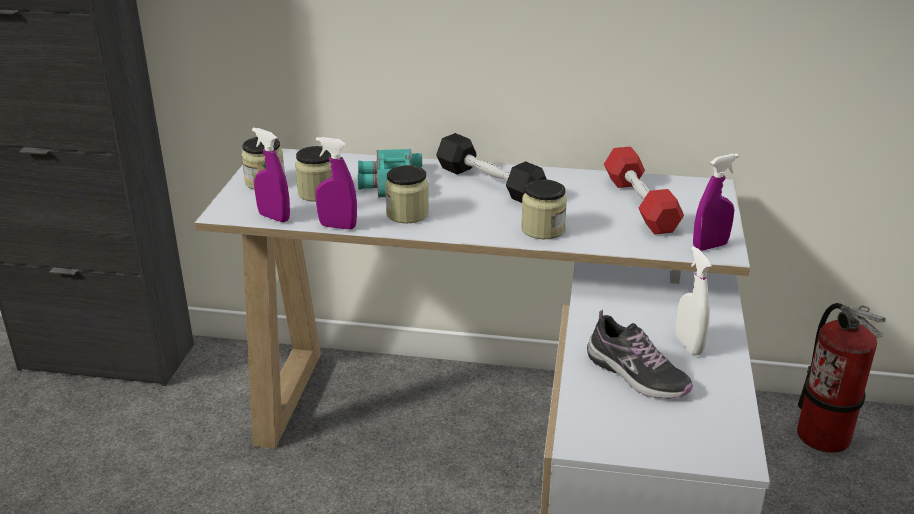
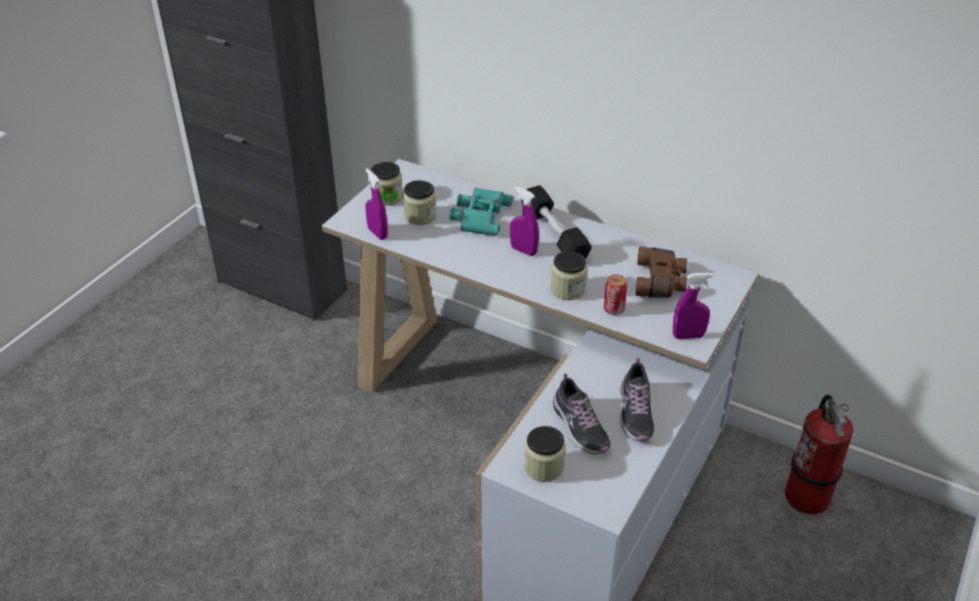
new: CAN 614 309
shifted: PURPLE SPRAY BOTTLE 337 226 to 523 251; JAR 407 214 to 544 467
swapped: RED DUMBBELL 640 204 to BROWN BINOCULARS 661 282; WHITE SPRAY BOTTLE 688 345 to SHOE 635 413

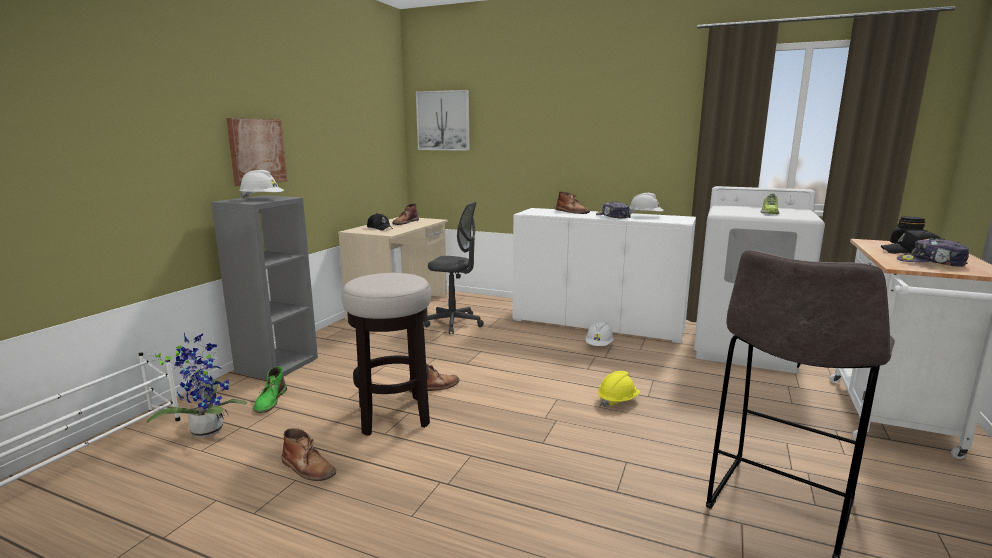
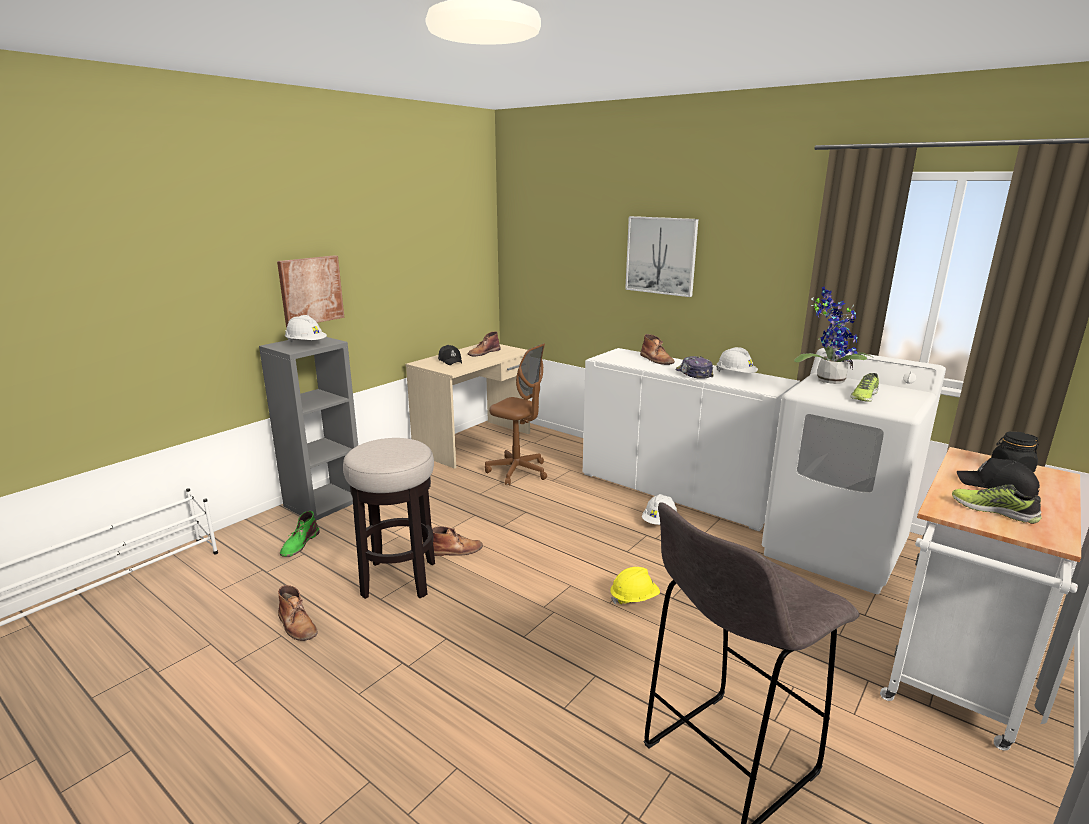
shifted: PICTURE 443 121 to 661 255; POTTED PLANT 206 430 to 827 380
swapped: CAP 931 263 to SHOE 993 510
repainted: GREY OFFICE CHAIR 454 323 to BROWN OFFICE CHAIR 518 471

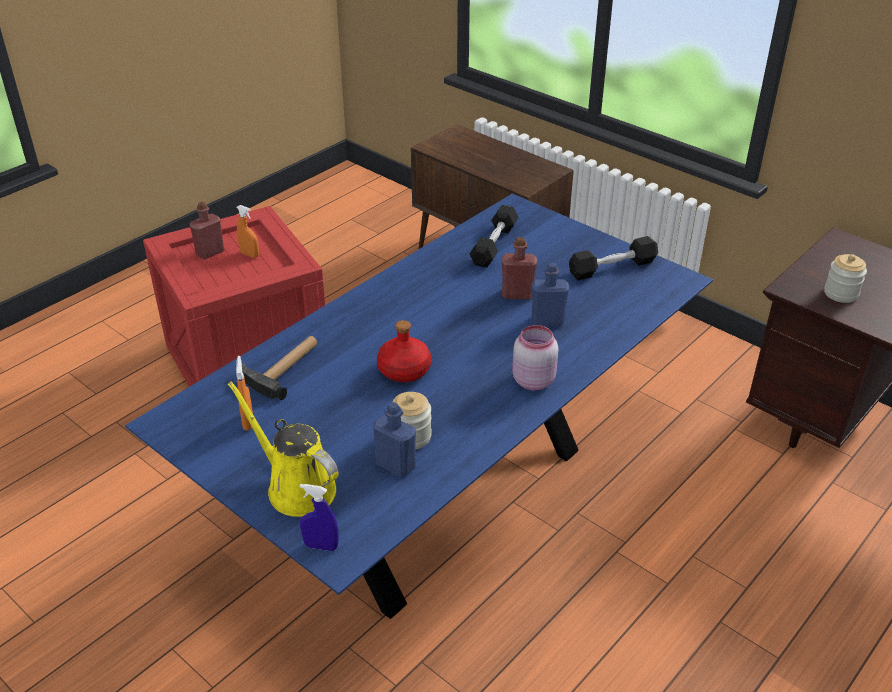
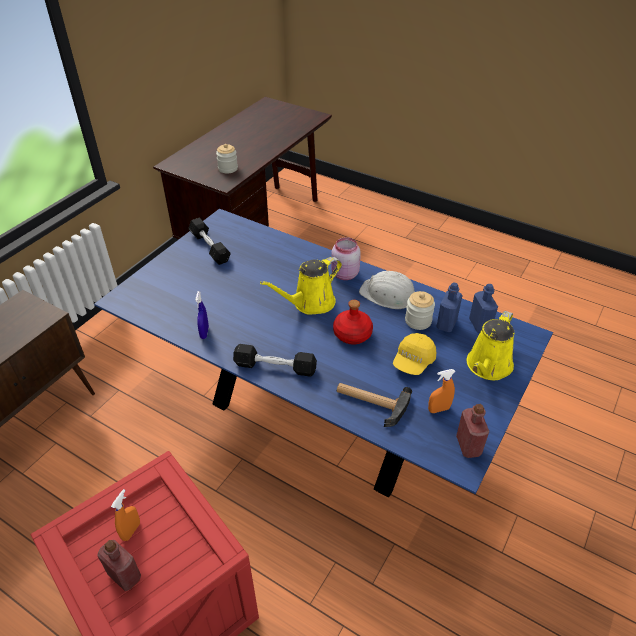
new: YELLOW WATERING CAN 310 303; WHITE HARD HAT 388 295; YELLOW CAP 413 361
shifted: BLACK DUMBBELL 494 245 to 275 367; RED BOTTLE 517 294 to 468 446; BLUE BOTTLE 547 321 to 479 325; BLUE SPRAY BOTTLE 321 546 to 204 333

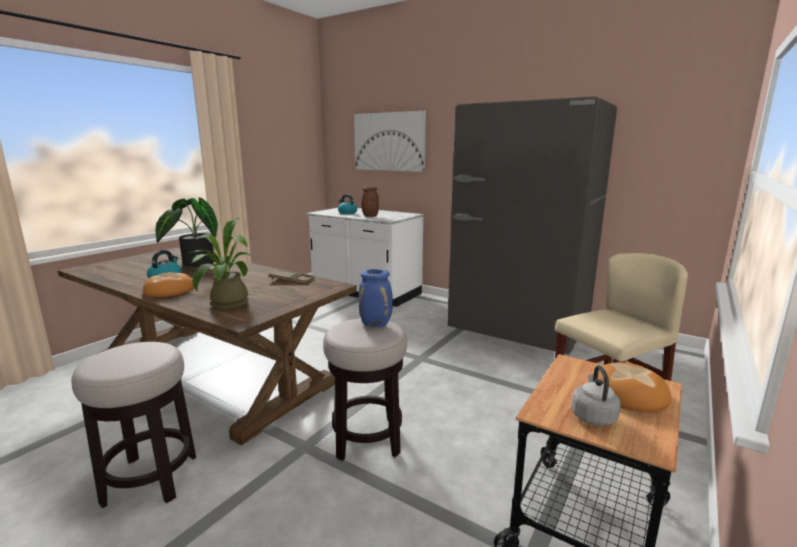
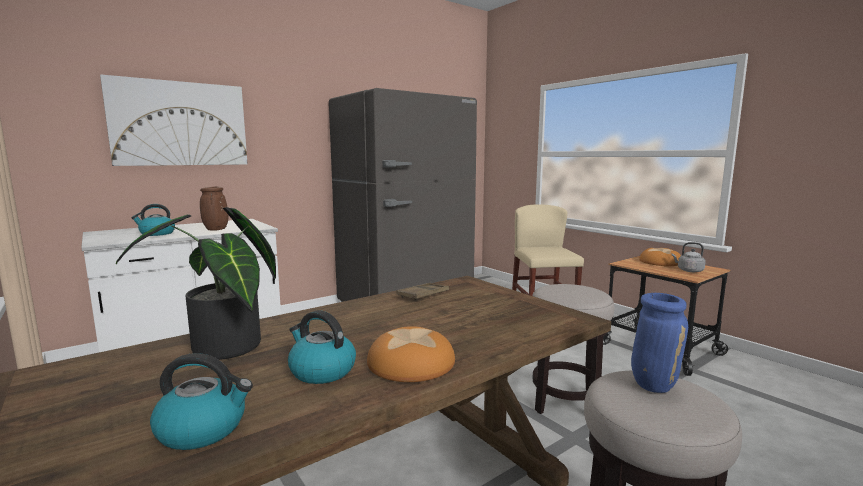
gone: POTTED PLANT 226 306
new: KETTLE 204 429
shifted: BLUE VASE 376 324 to 653 384

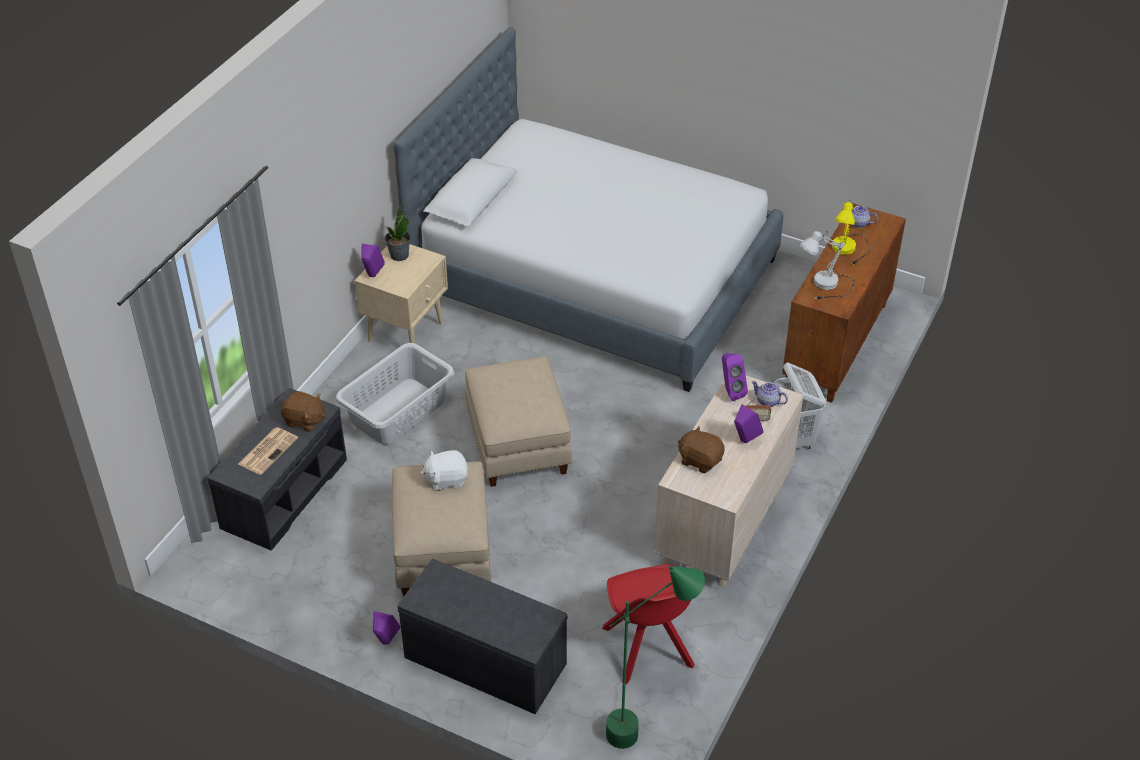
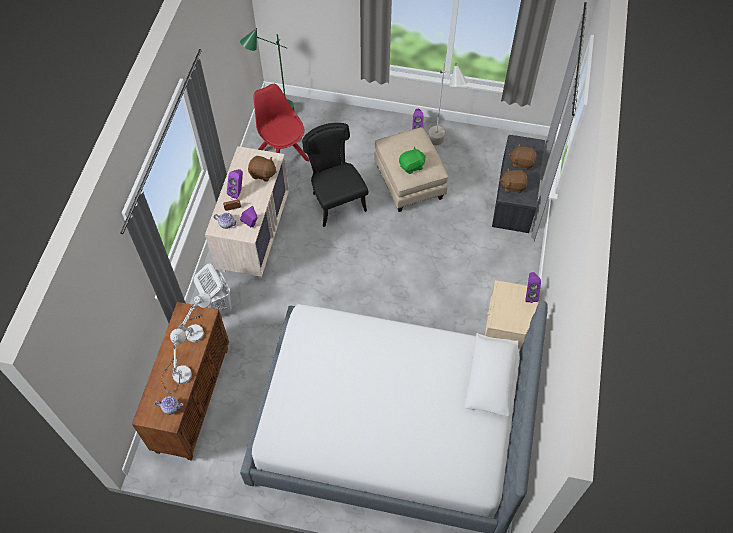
gone: POTTED PLANT 399 255; GREY LAUNDRY BASKET 397 411; BEIGE OTTOMAN 517 444; GREY BENCH 483 661
new: GREY FLOOR LAMP 441 149; BLACK CHAIR 336 201
swapped: NEWSPAPER 268 450 to BROWN PLUSH TOY 522 162
repainted: YELLOW TABLE LAMP 849 252 to WHITE TABLE LAMP 178 371; WHITE PLUSH TOY 446 479 to GREEN PLUSH TOY 412 166

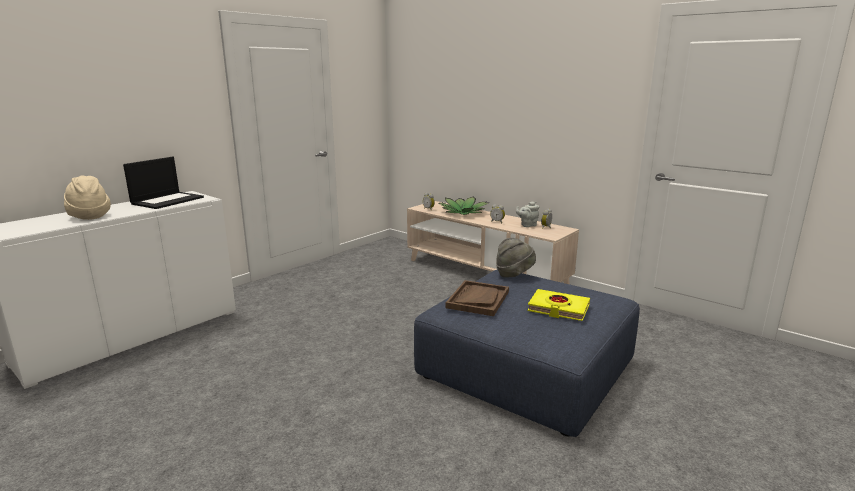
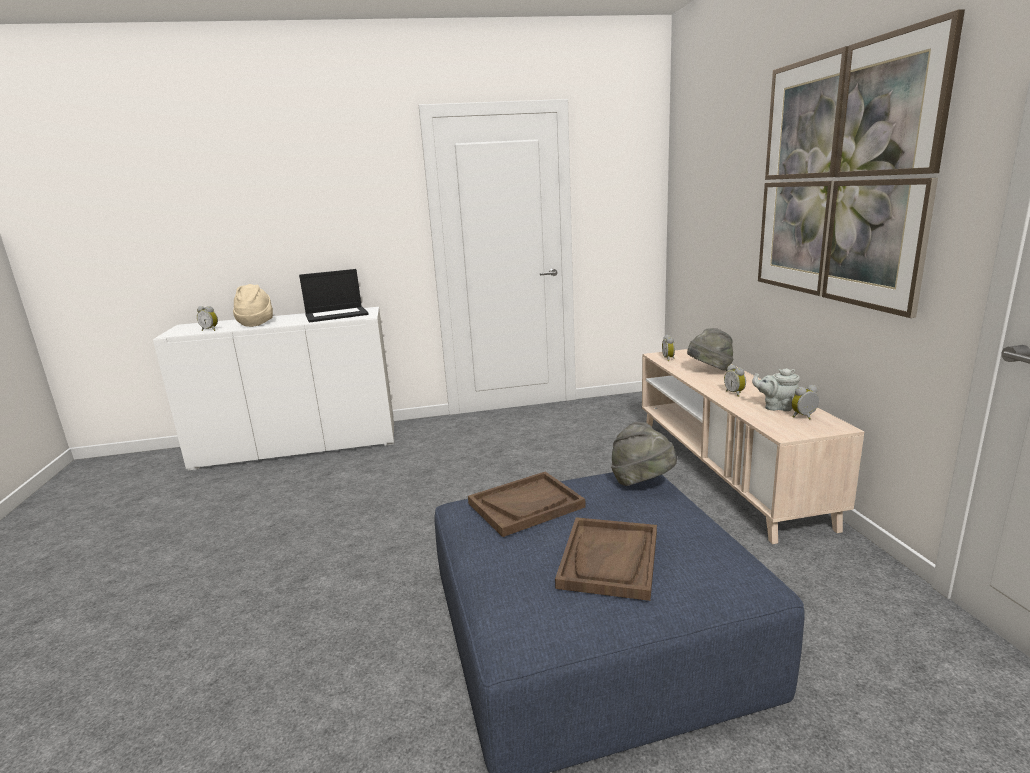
new: PICTURE 839 178; ALARM CLOCK 210 330
swapped: POTTED PLANT 463 212 to GREY HAT 709 370; YELLOW BOOK 558 309 to BROWN TRAY 609 560

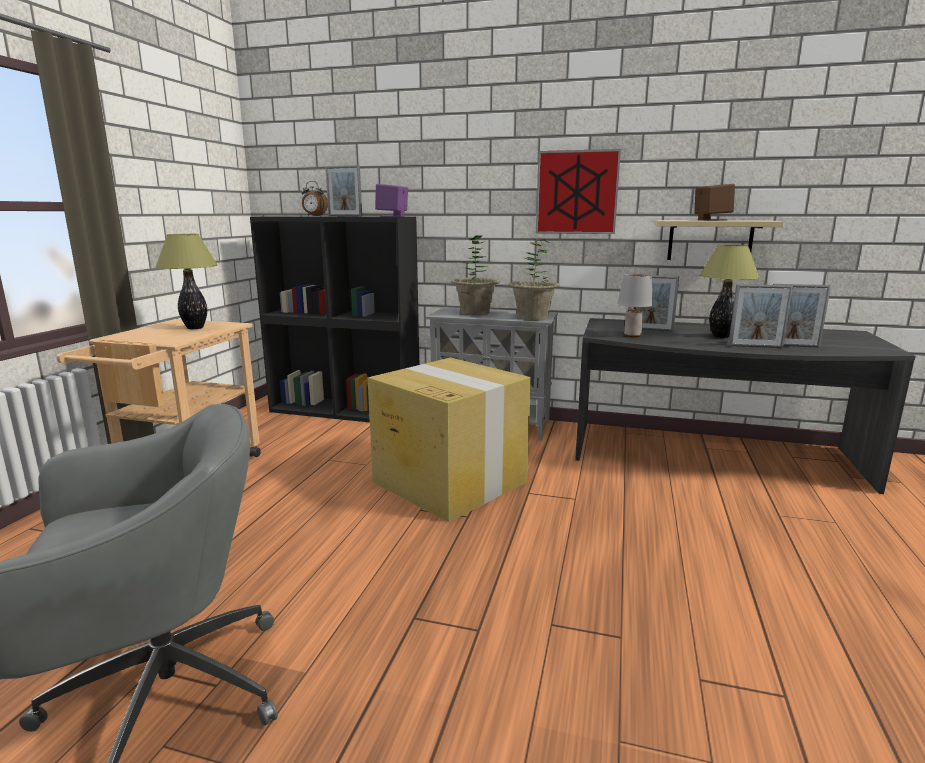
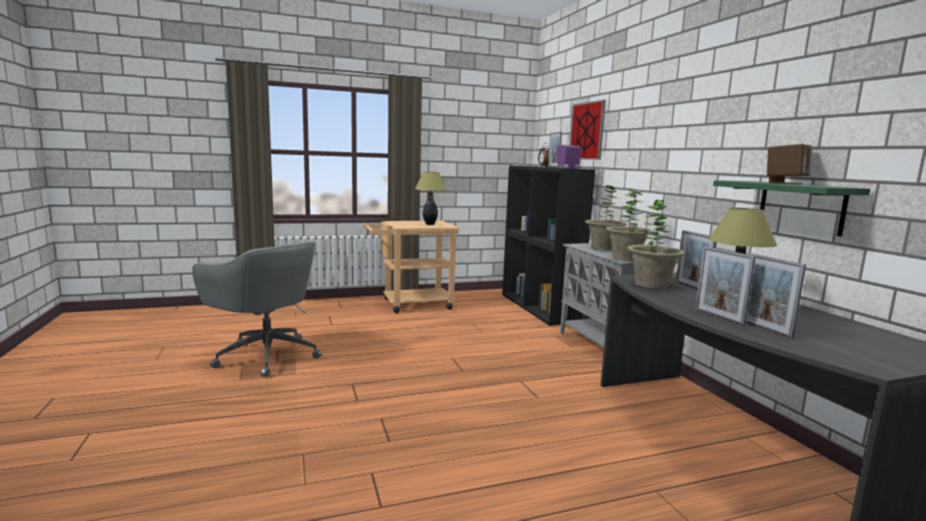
gone: CARDBOARD BOX 448 481
shifted: PICTURE 577 192 to 587 131
swapped: GREY TABLE LAMP 632 336 to POTTED PLANT 651 284
repainted: BEIGE SHELF 710 240 to GREEN SHELF 800 207

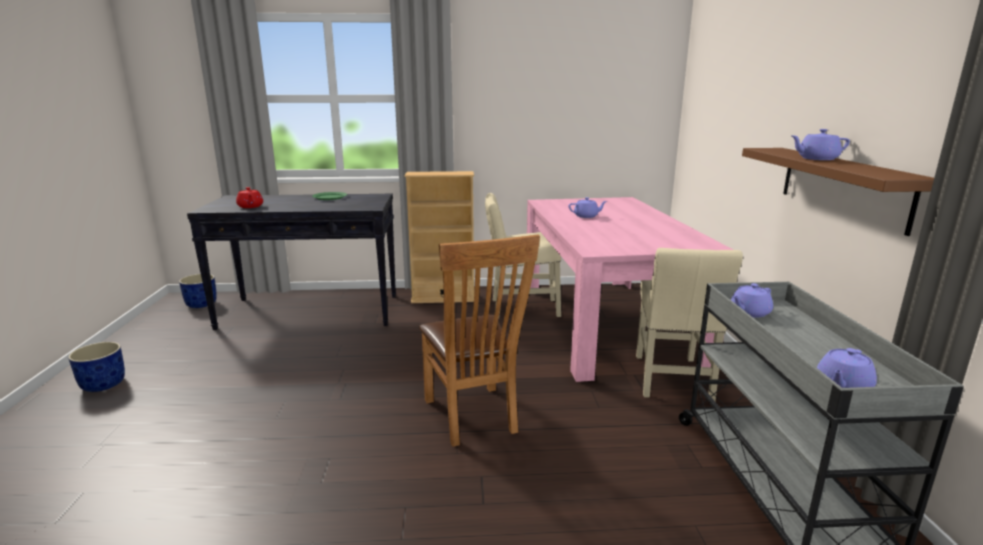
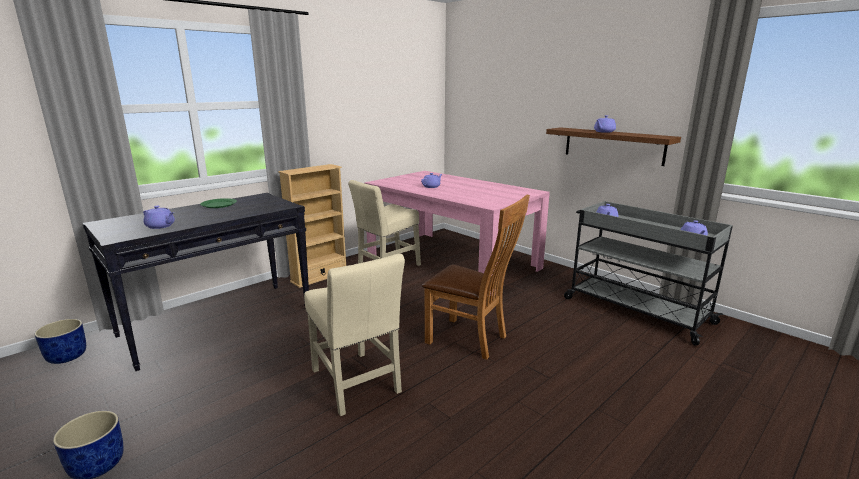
shifted: BEIGE CHAIR 672 380 to 356 384
repainted: RED TEAPOT 250 207 to PURPLE TEAPOT 161 226

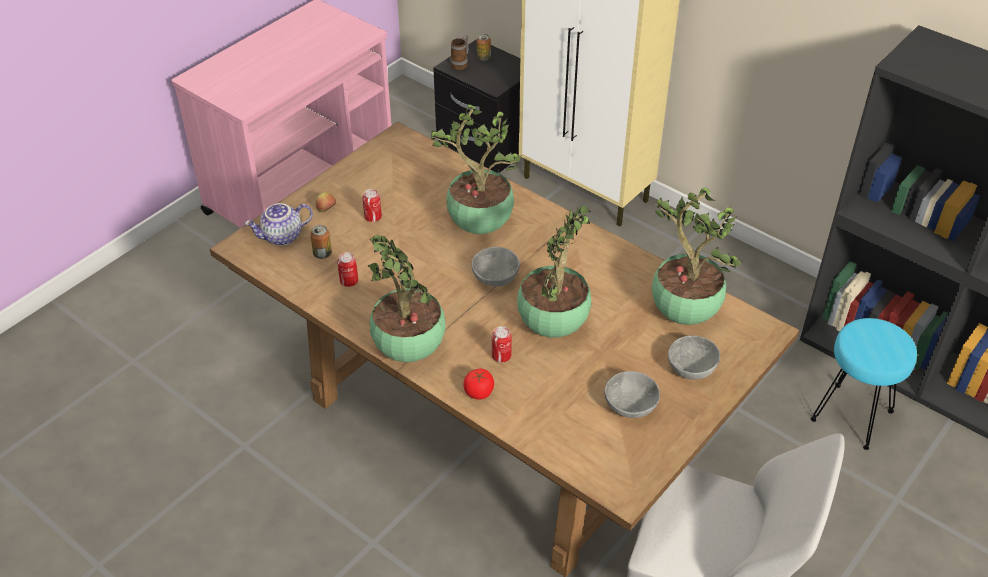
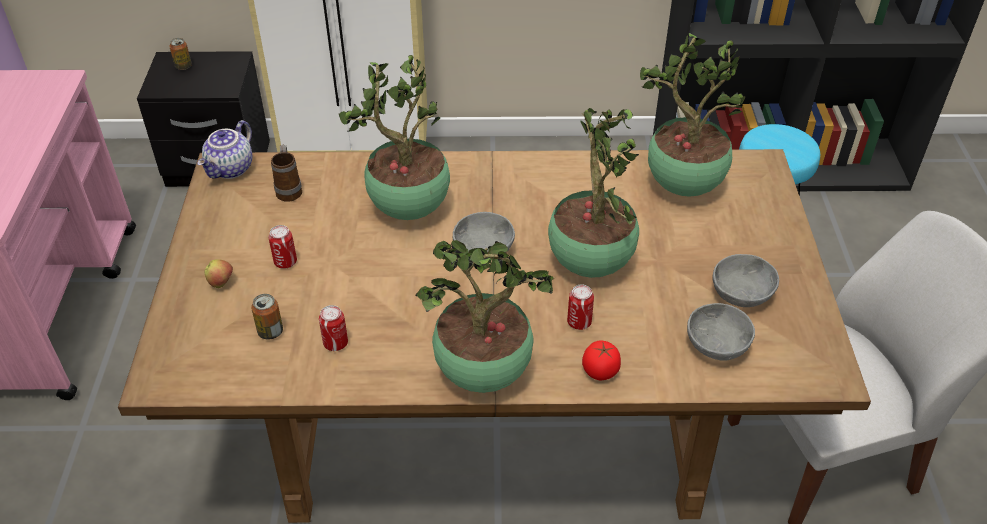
shifted: MUG 461 64 to 289 189; TEAPOT 282 237 to 231 169; GREY BOWL 690 368 to 716 346

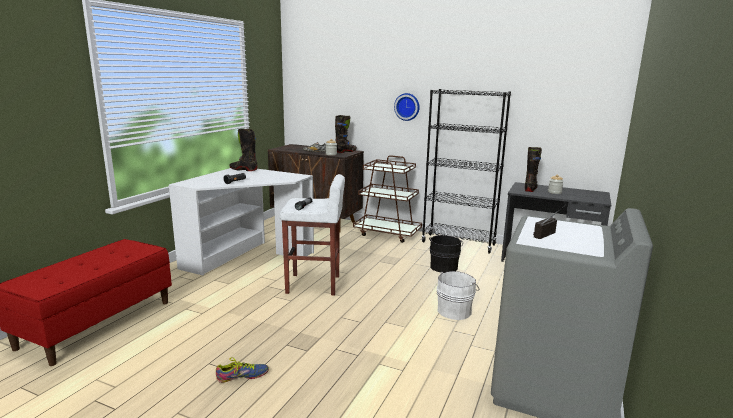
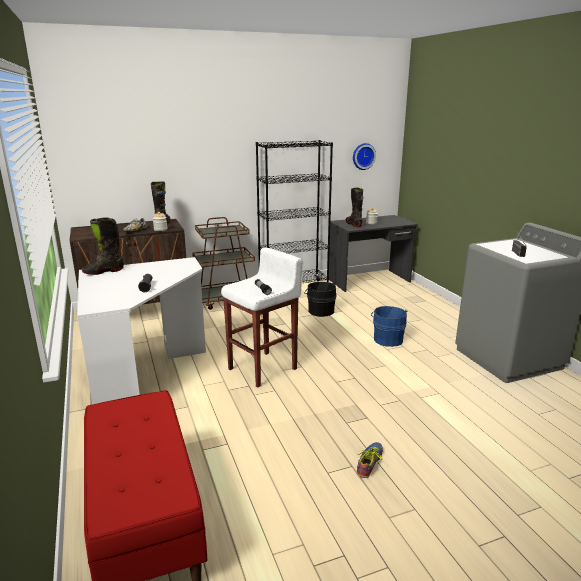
shifted: WALL CLOCK 407 106 to 363 156
repainted: WHITE BUCKET 455 310 to BLUE BUCKET 388 339

